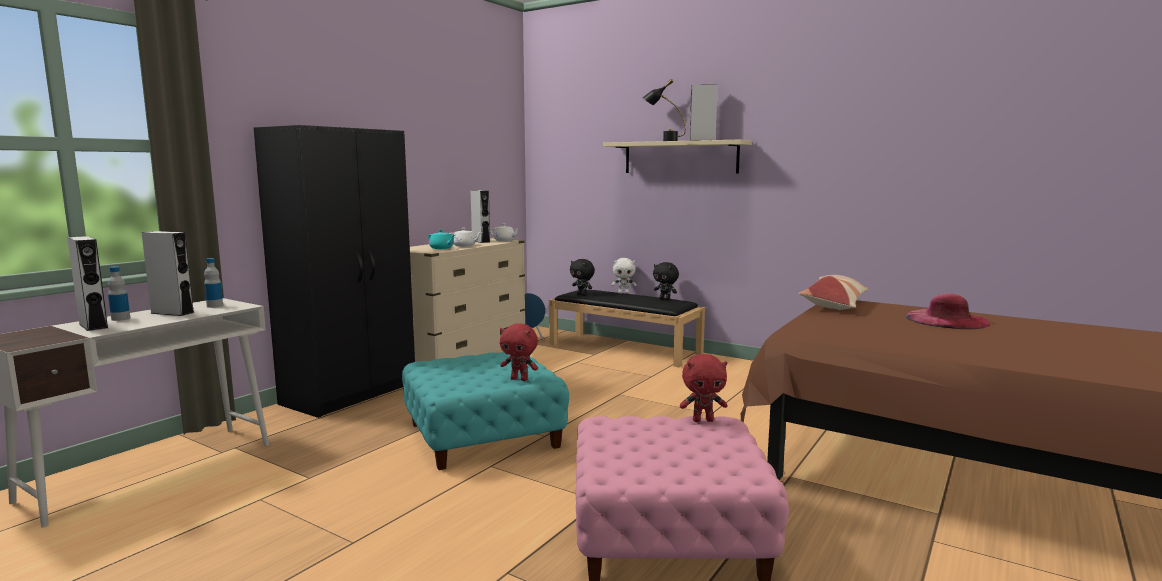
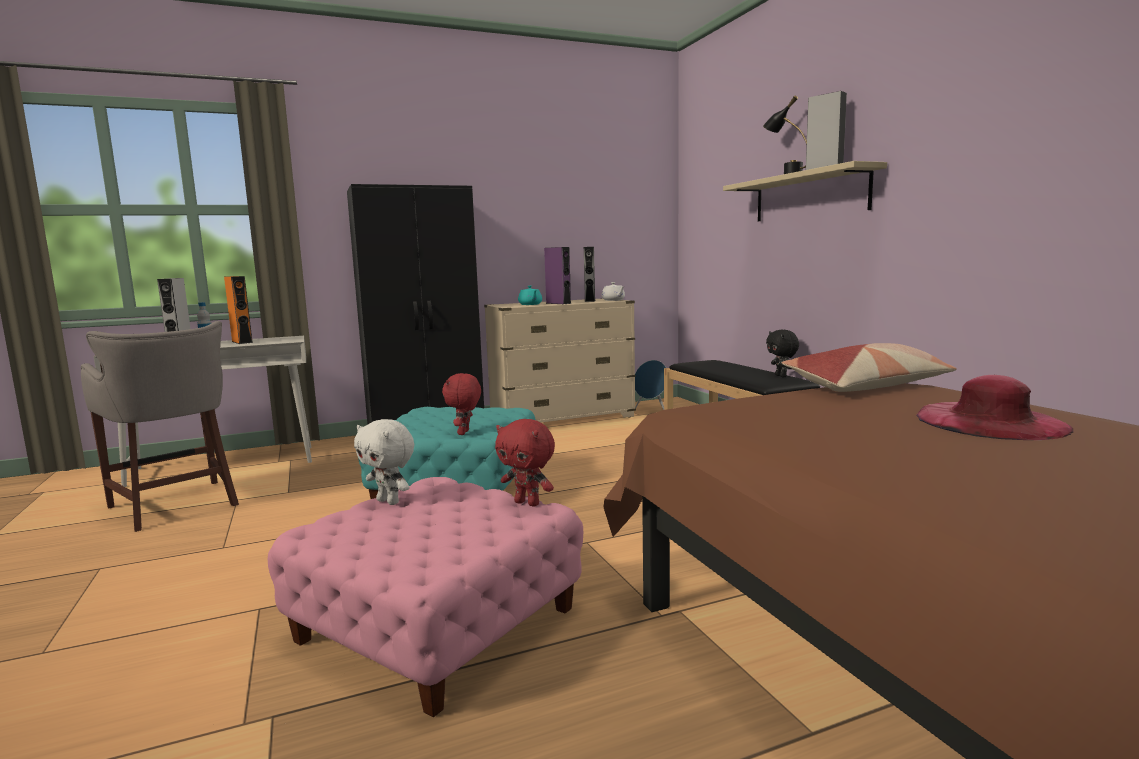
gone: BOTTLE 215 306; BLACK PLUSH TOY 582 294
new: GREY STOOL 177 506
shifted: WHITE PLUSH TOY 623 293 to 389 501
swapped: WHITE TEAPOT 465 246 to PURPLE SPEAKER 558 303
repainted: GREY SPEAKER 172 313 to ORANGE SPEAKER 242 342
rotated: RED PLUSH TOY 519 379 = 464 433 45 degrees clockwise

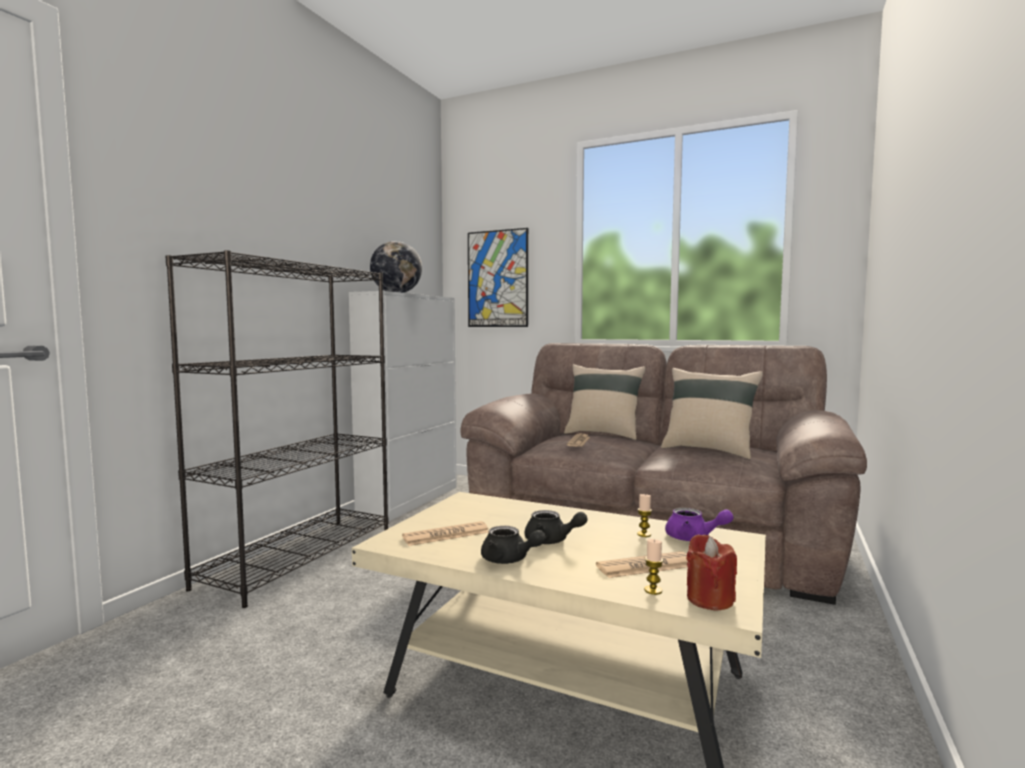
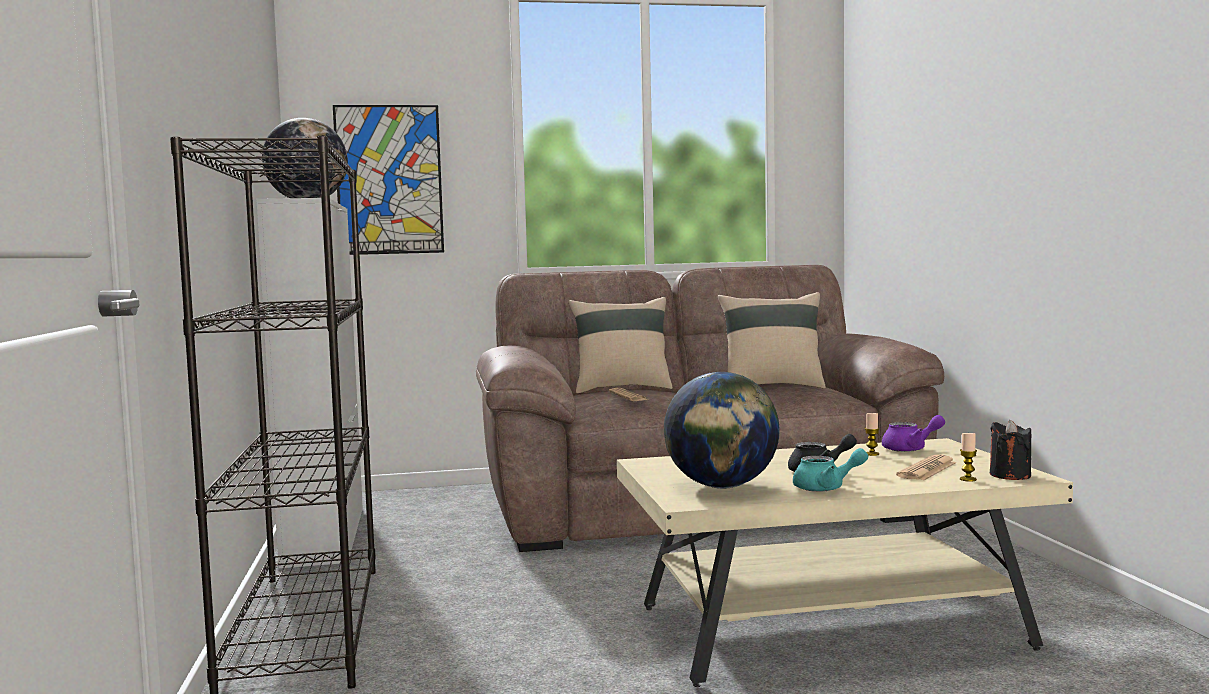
swapped: NEWSPAPER 446 535 to GLOBE 721 487
repainted: BLACK TEAPOT 509 560 to TURQUOISE TEAPOT 826 488; RED CANDLE 709 599 to BLACK CANDLE 1010 475

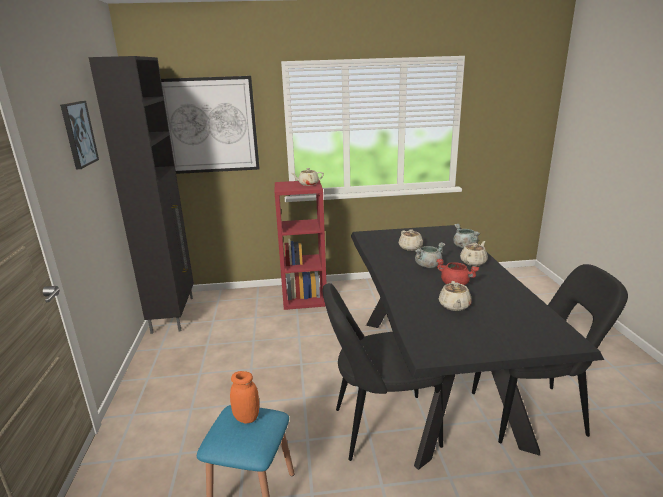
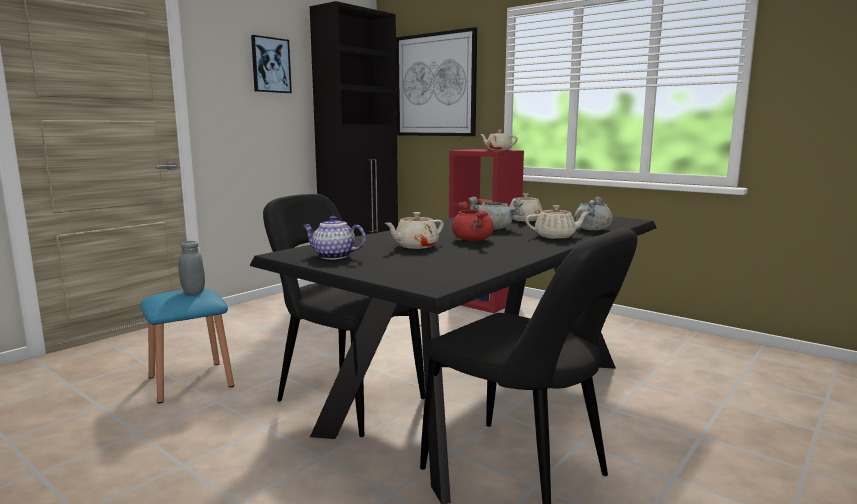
new: TEAPOT 333 256
repainted: ORANGE JAR 246 417 to GREY JAR 193 292

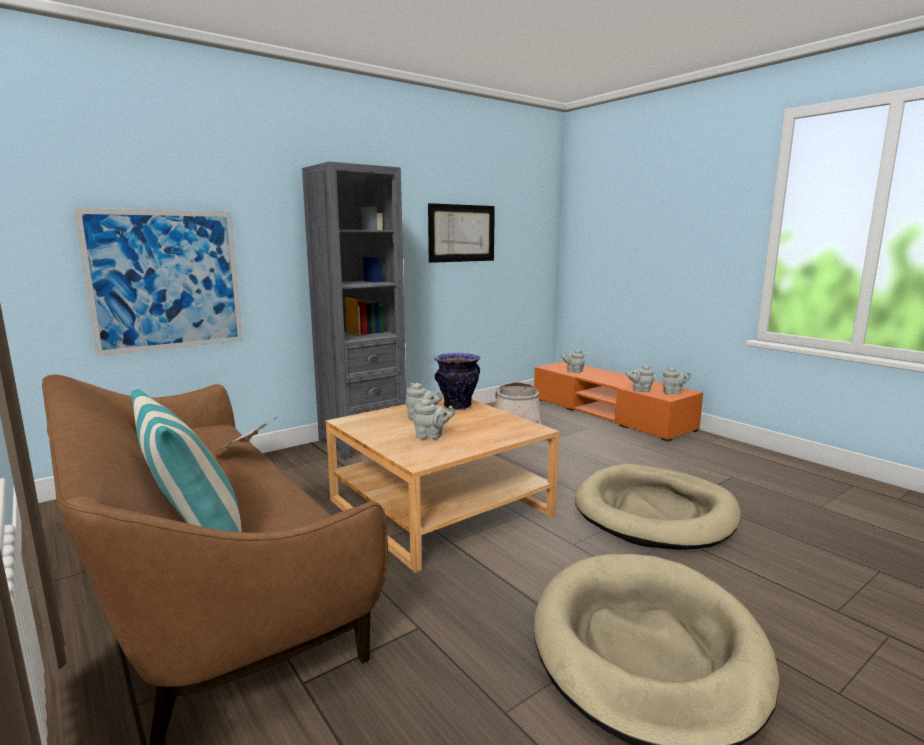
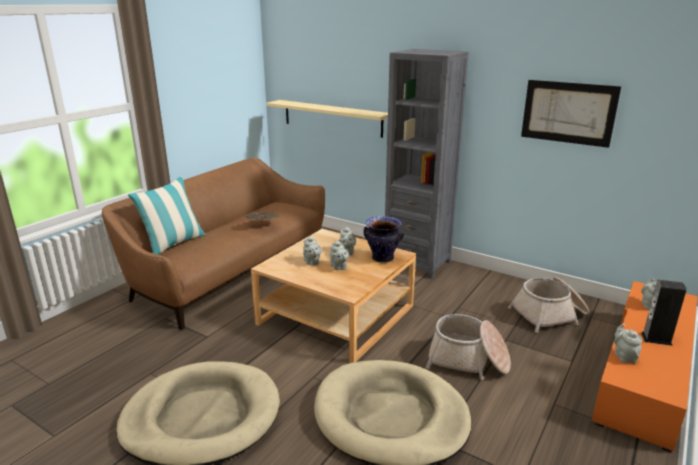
new: SPEAKER 656 339; BASKET 468 360
shifted: GREY TEAPOT 673 392 to 339 267
swapped: PICTURE 166 280 to BEIGE SHELF 332 118

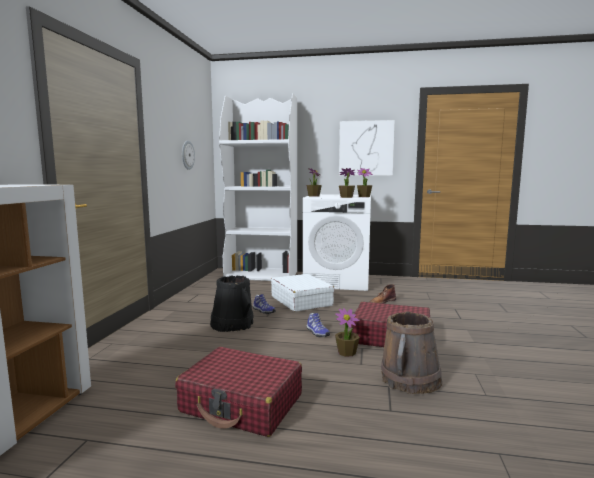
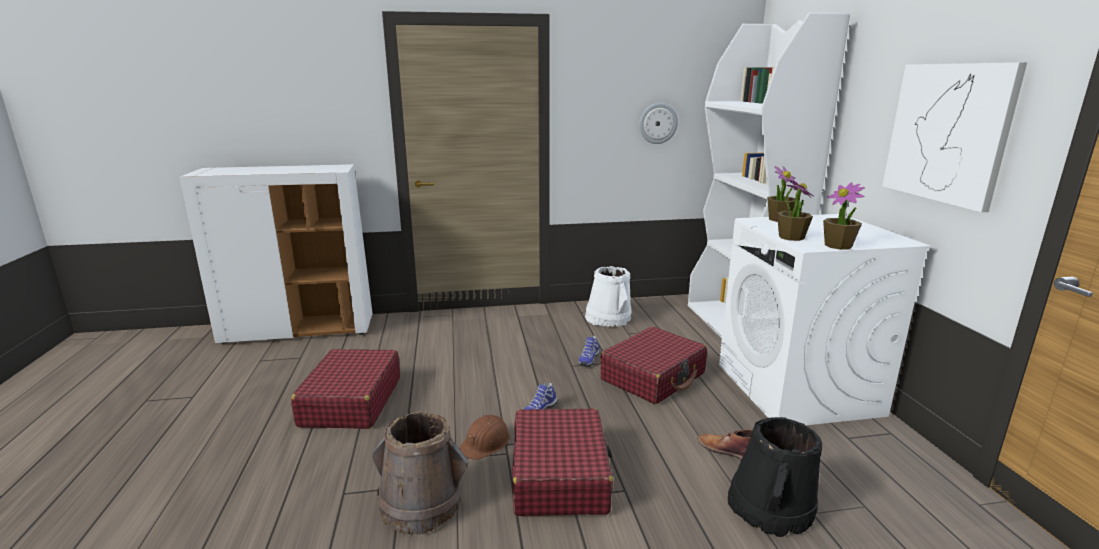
new: WHITE BUCKET 608 318
shifted: BLACK BUCKET 232 324 to 770 507
swapped: POTTED PLANT 346 352 to BROWN HARD HAT 486 443
repainted: WHITE SUITCASE 301 301 to RED SUITCASE 653 377

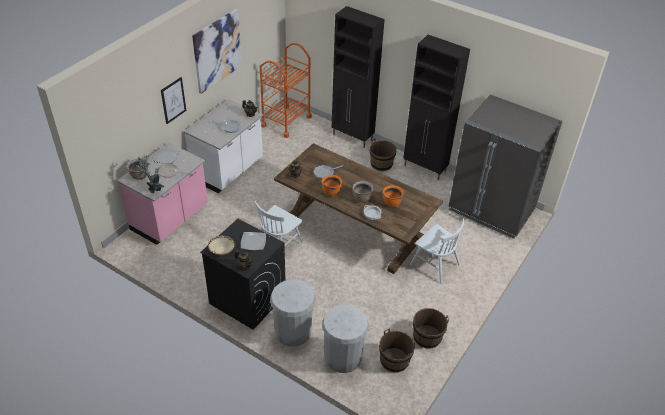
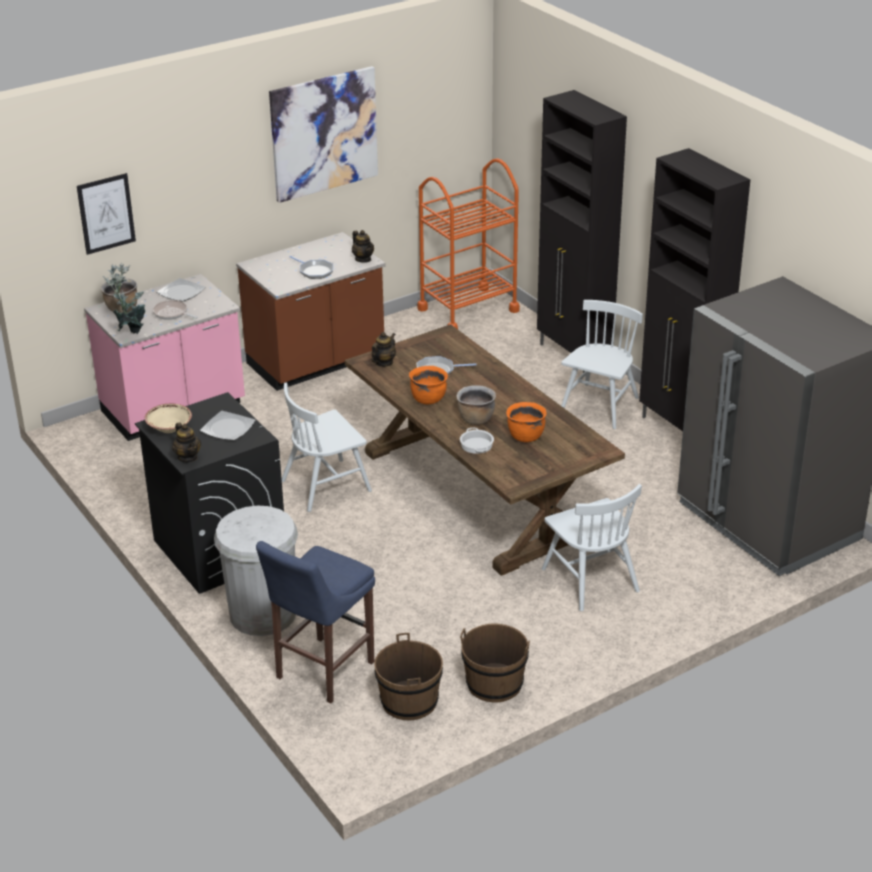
shifted: PICTURE 173 100 to 106 213
swapped: BROWN BUCKET 381 164 to WHITE CHAIR 599 406; WHITE TRASH CAN 343 357 to BLUE STOOL 321 672
repainted: WHITE COUNTER 228 171 to BROWN COUNTER 316 362

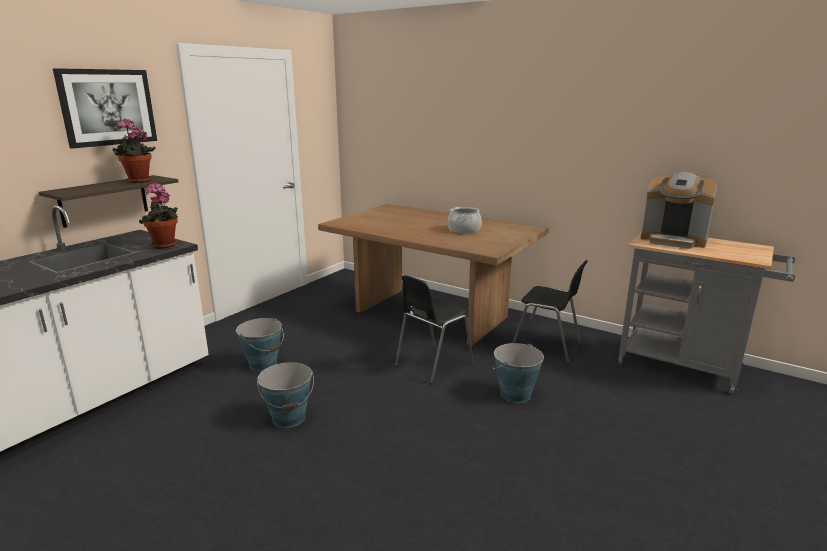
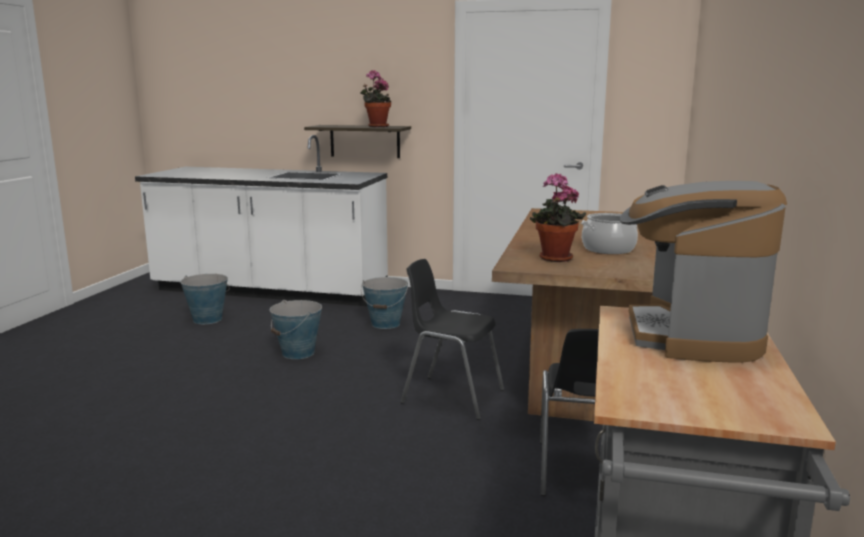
gone: PICTURE 108 107
shifted: POTTED PLANT 165 246 to 554 259; BUCKET 515 394 to 207 319

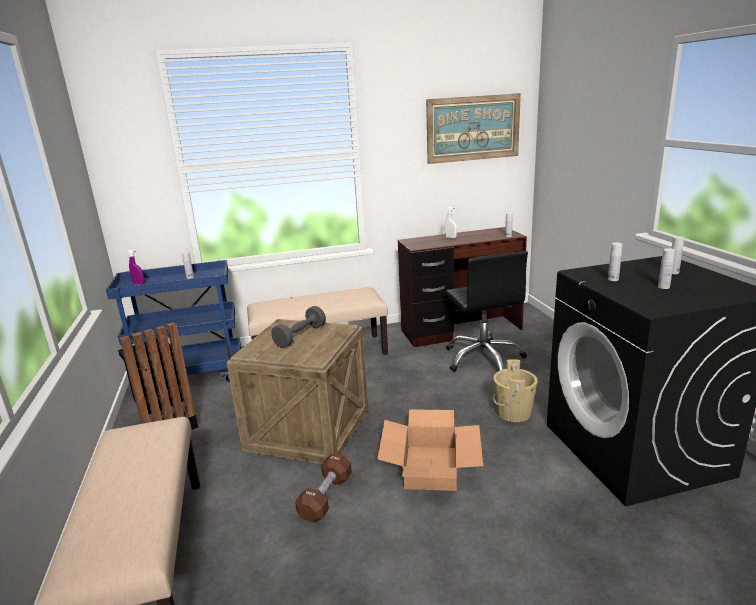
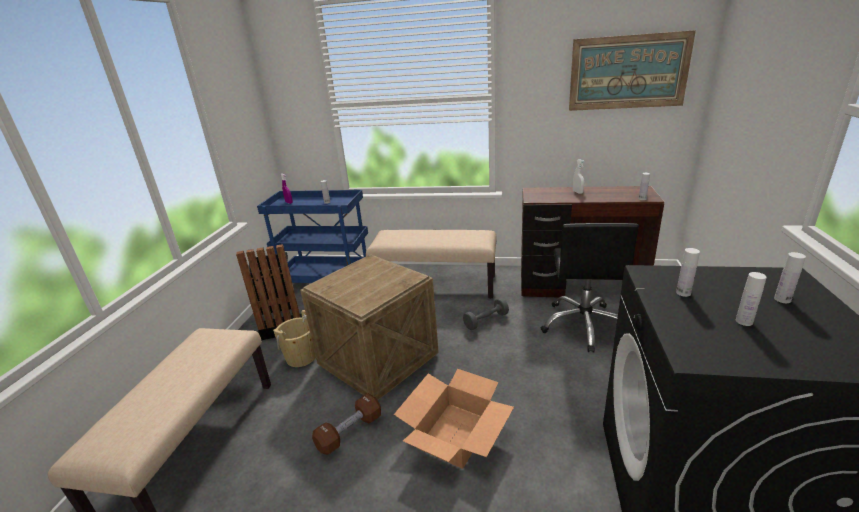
shifted: GREY DUMBBELL 300 336 to 486 321; BEIGE BUCKET 513 413 to 301 357

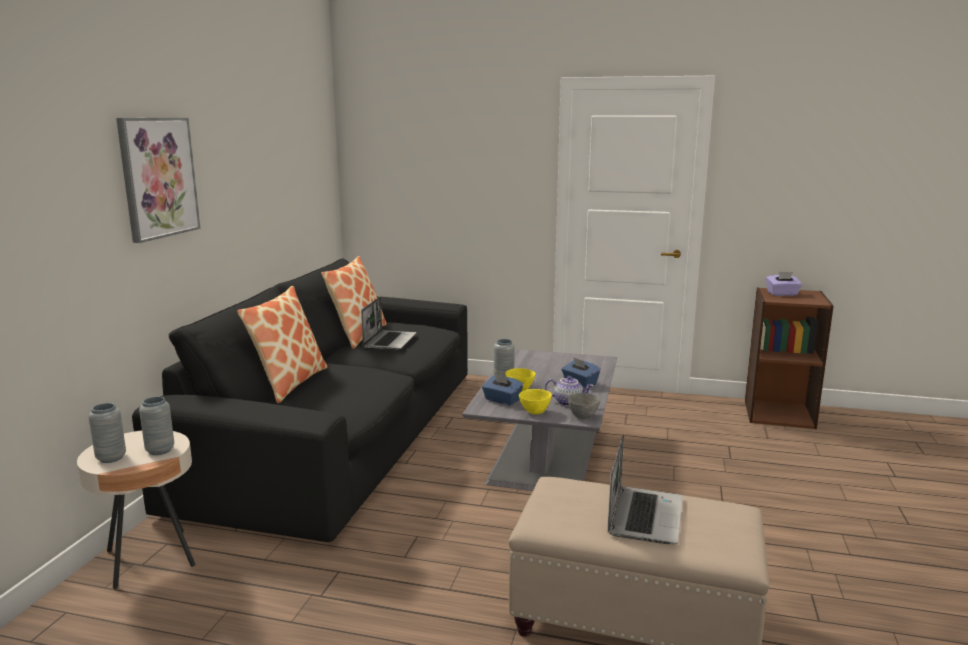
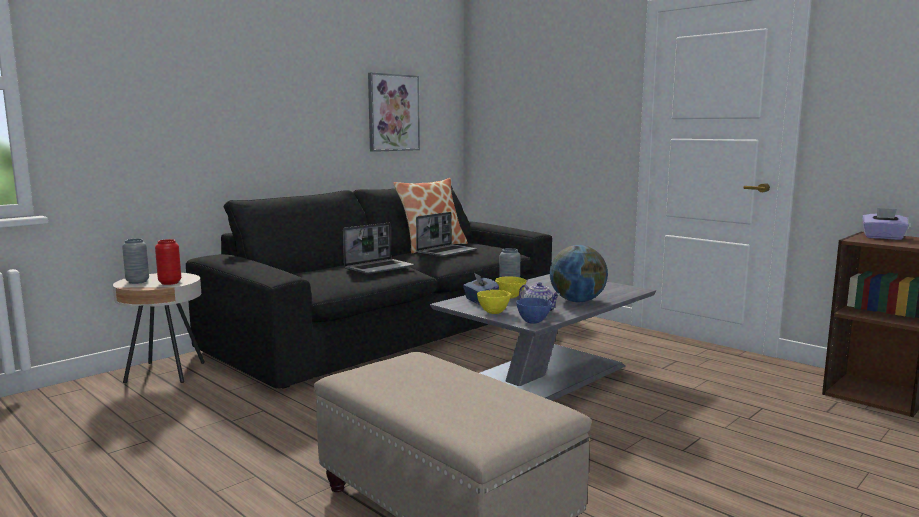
gone: PILLOW 289 383
shifted: PICTURE 158 177 to 393 113; LAPTOP 644 516 to 379 268
swapped: BLUE TISSUE BOX 580 383 to GLOBE 577 301
repainted: GREY BOWL 582 416 to BLUE BOWL 533 322; GREY VASE 160 450 to RED VASE 170 283

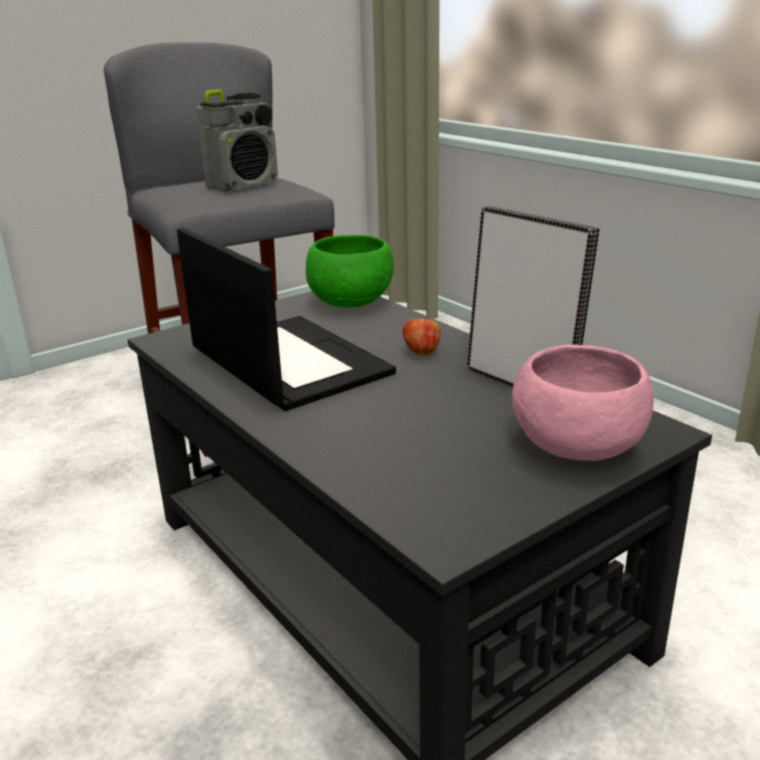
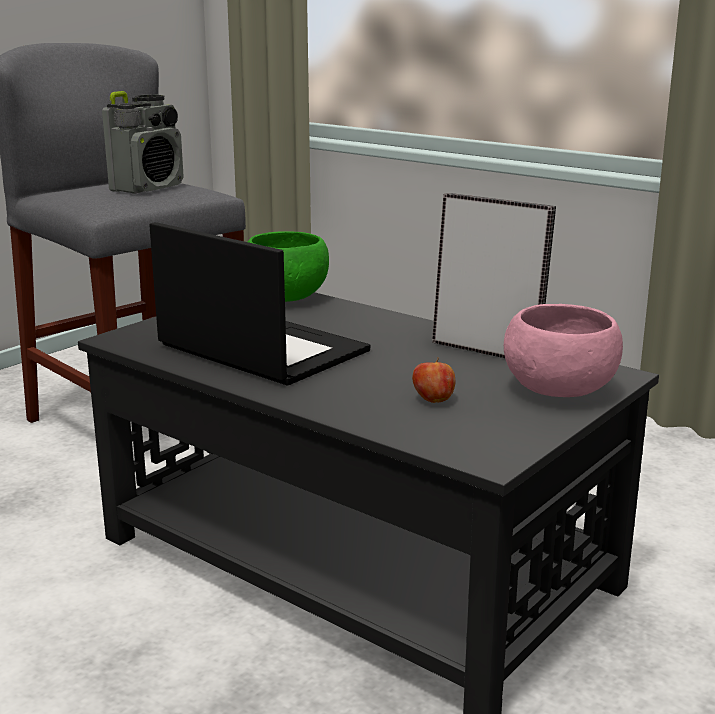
shifted: APPLE 421 352 to 433 400

